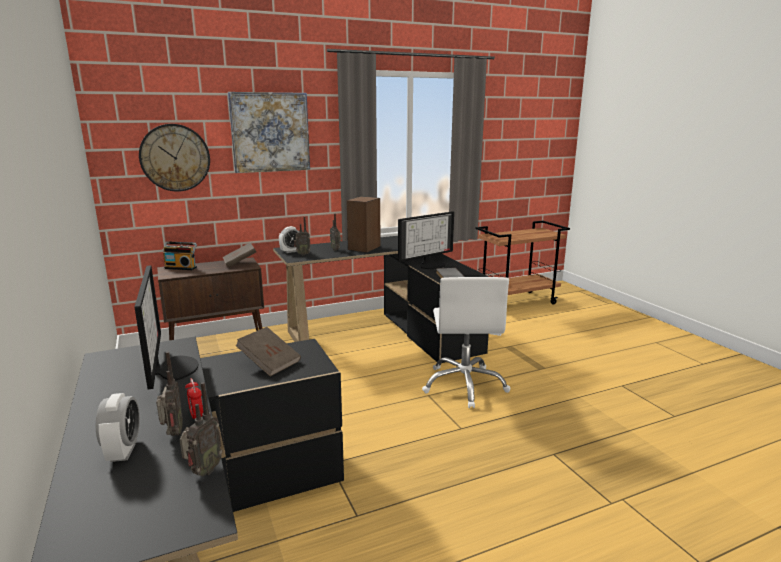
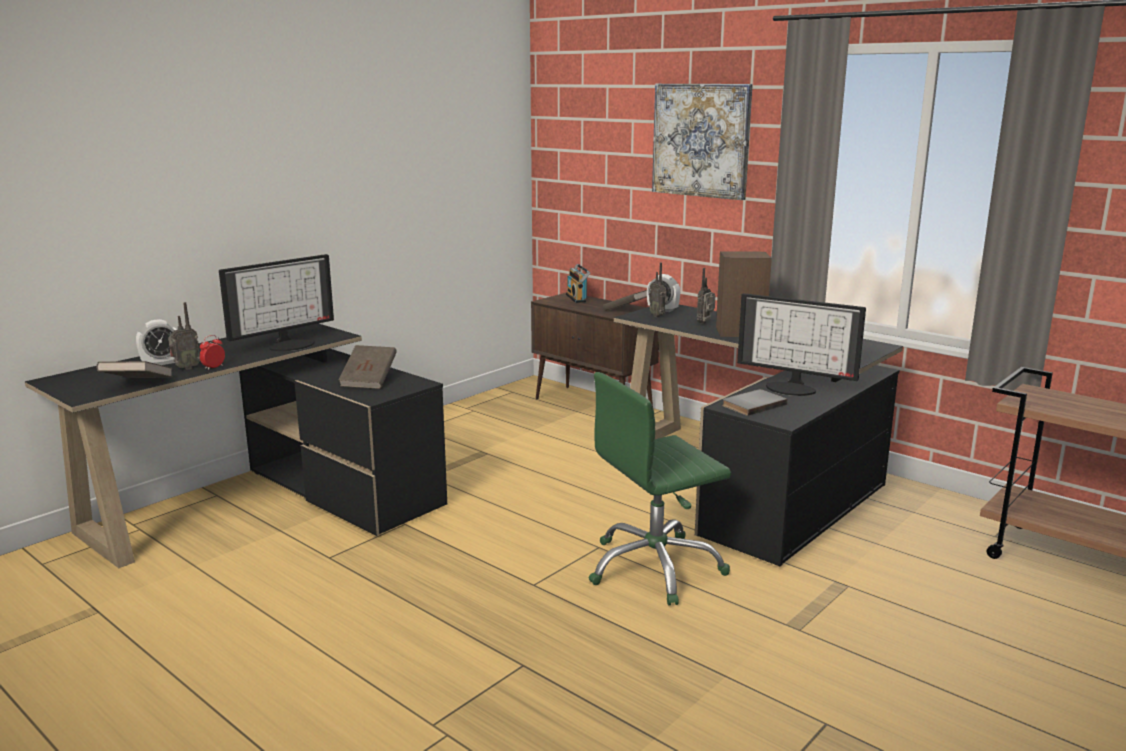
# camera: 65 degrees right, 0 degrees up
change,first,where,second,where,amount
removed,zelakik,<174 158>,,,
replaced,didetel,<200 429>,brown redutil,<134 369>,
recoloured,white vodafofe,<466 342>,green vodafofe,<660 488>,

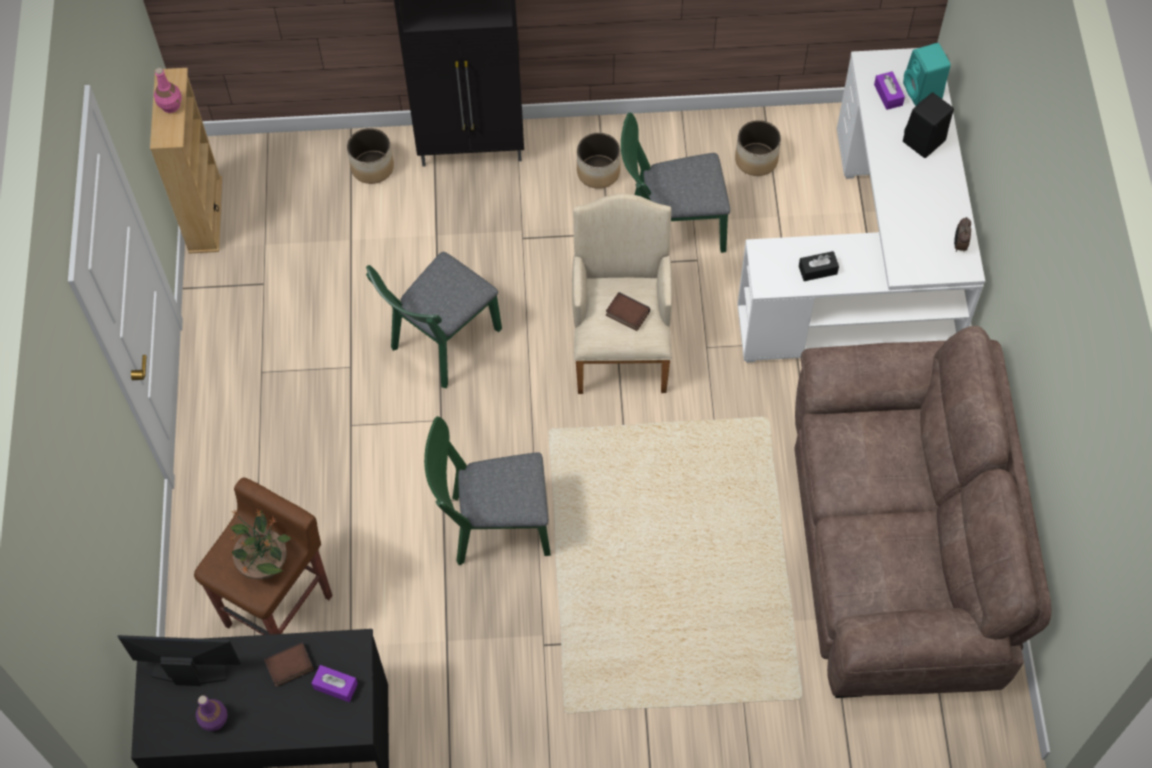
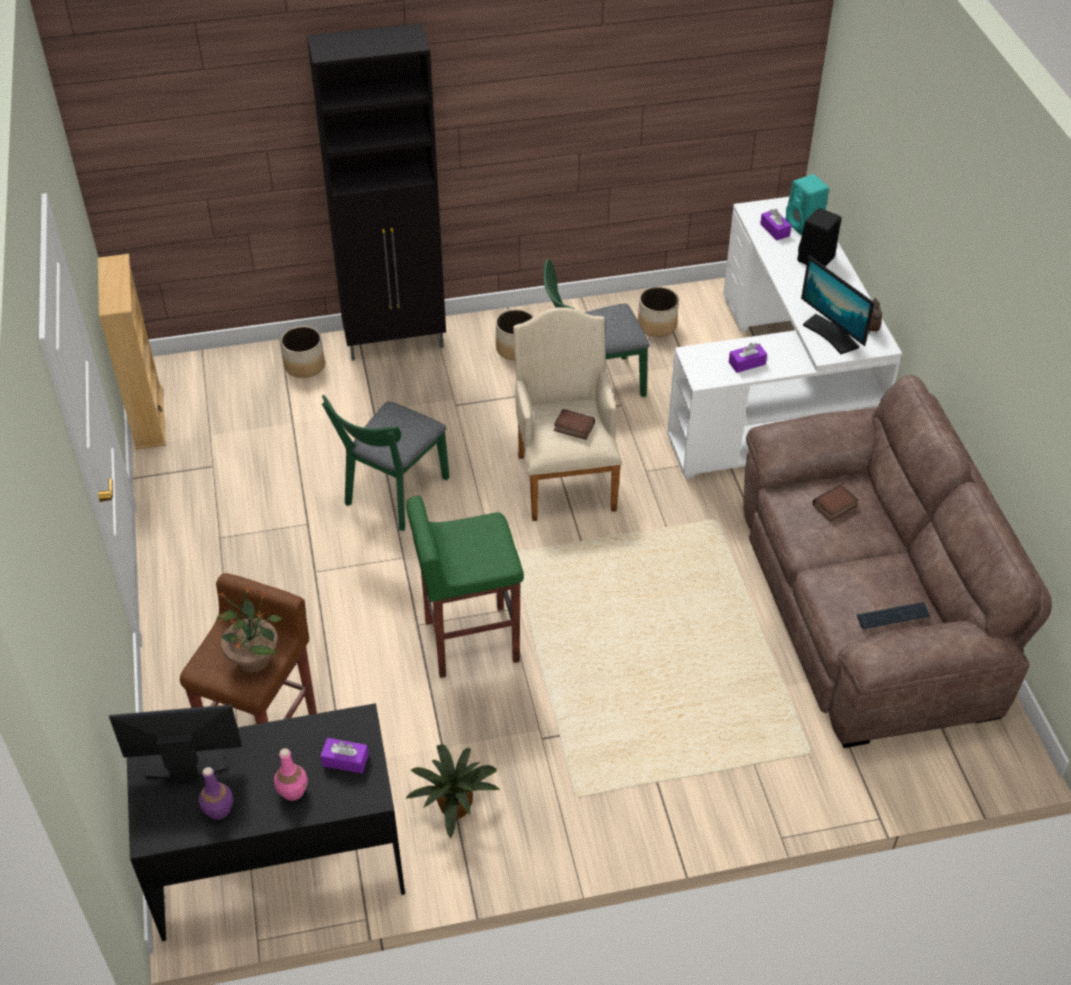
# camera: 10 degrees left, 15 degrees down
change,first,where,second,where,amount
added,,,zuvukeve,<453 791>,
added,,,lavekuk,<837 305>,
added,,,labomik,<893 615>,
moved,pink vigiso,<168 90>,,<291 774>,
moved,redutil,<289 664>,,<836 502>,
replaced,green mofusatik,<487 491>,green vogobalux,<465 587>,
recoloured,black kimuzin,<819 266>,purple kimuzin,<748 358>,

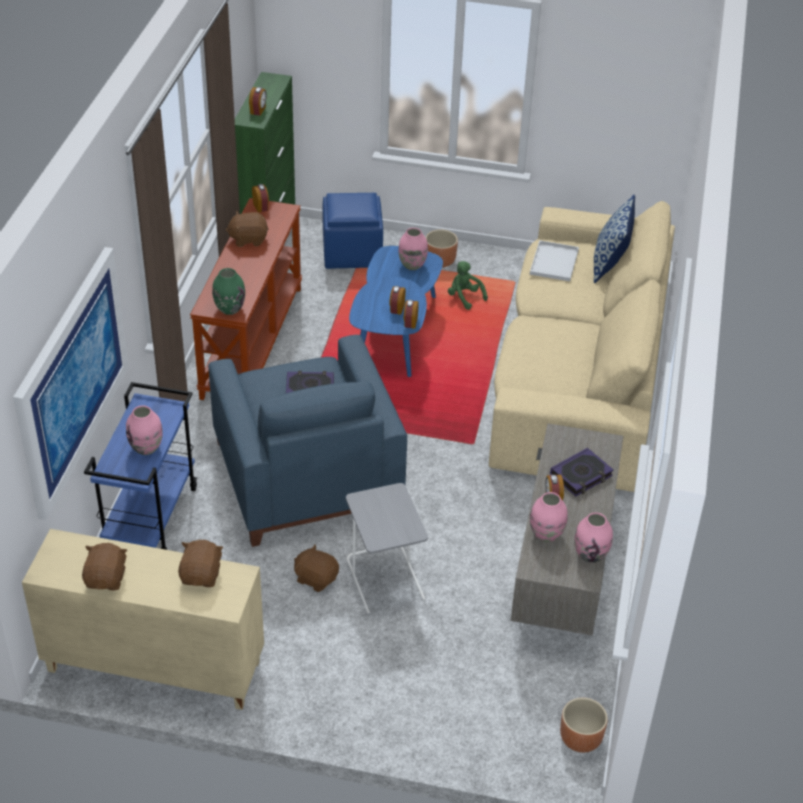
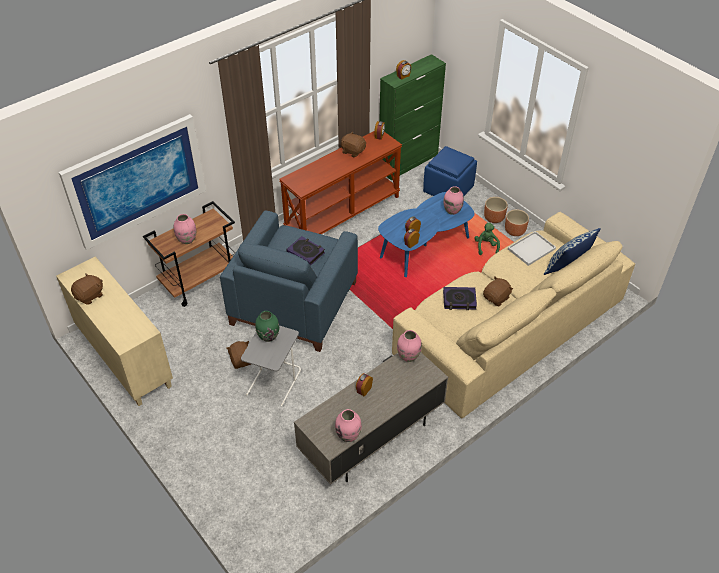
# camera: 40 degrees right, 5 degrees up
change,first,where,second,where,amount
moved,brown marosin,<200 563>,,<498 291>,
moved,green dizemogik,<228 291>,,<267 326>,
moved,pink dizemogik,<549 517>,,<409 346>,
moved,redutil,<582 472>,,<460 298>,
moved,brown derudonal,<584 725>,,<517 222>,
recoloured,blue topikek,<140 466>,brown topikek,<189 254>,

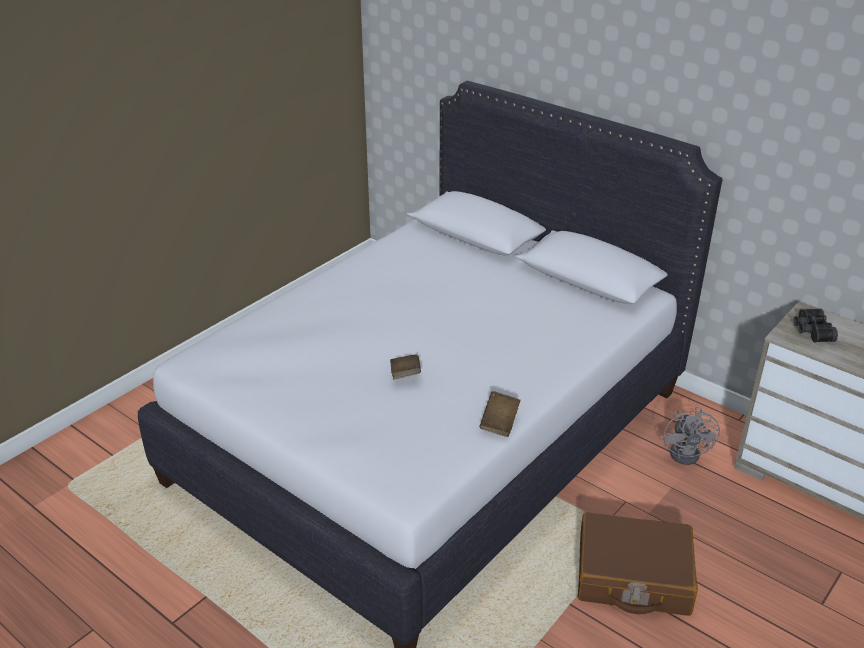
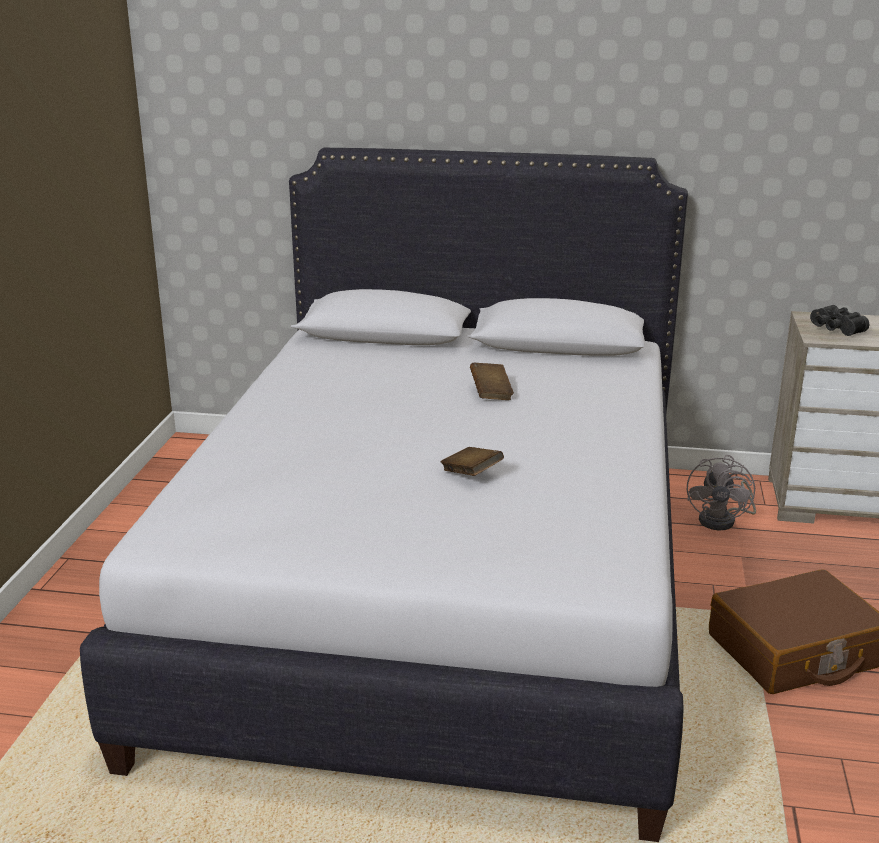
# camera: 30 degrees left, 10 degrees down
change,first,where,second,where,amount
moved,brown redutil,<500 414>,,<492 381>,
turned,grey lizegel,<691 436>,,<721 492>,45 degrees clockwise

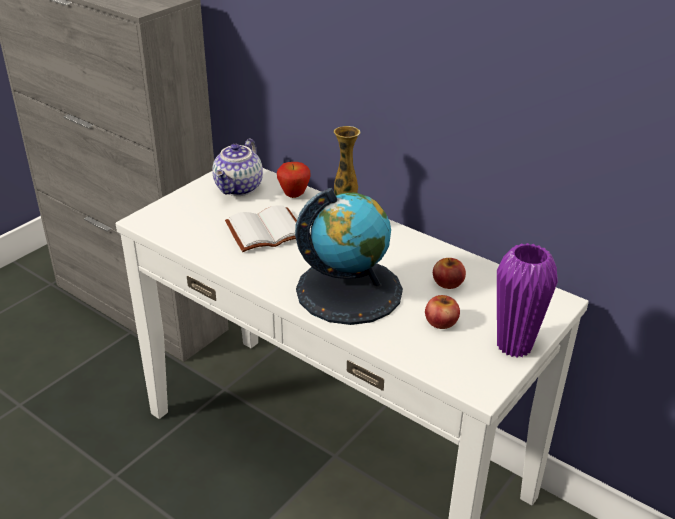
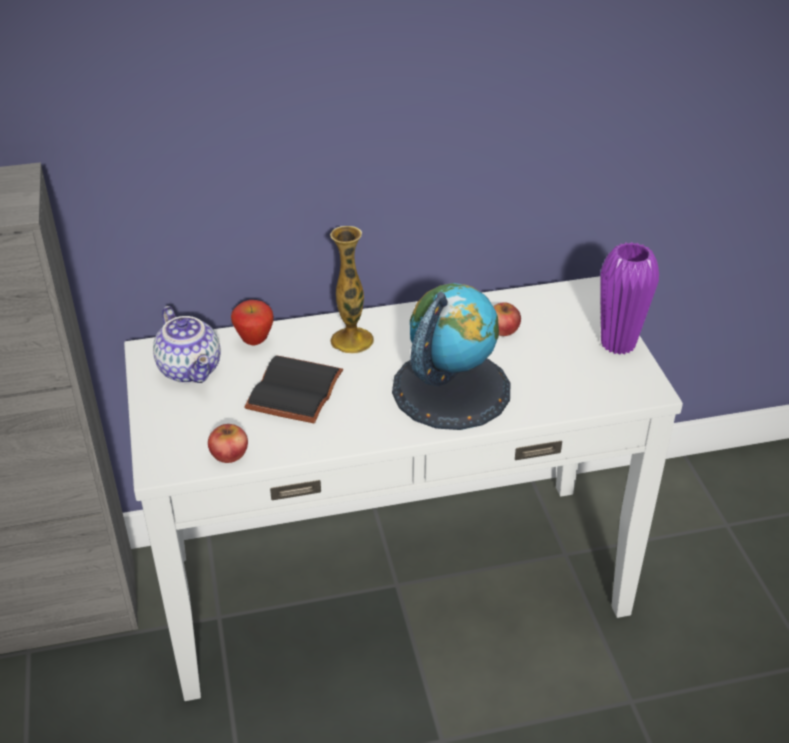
# camera: 50 degrees left, 5 degrees up
change,first,where,second,where,amount
moved,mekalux,<442 312>,,<228 443>,
recoloured,white redutil,<261 228>,black redutil,<293 389>,

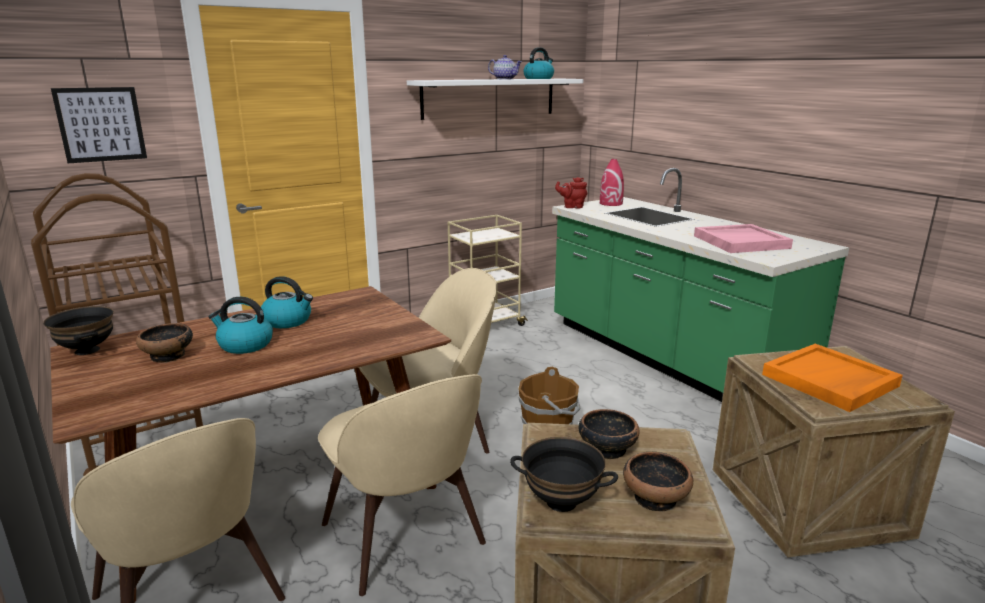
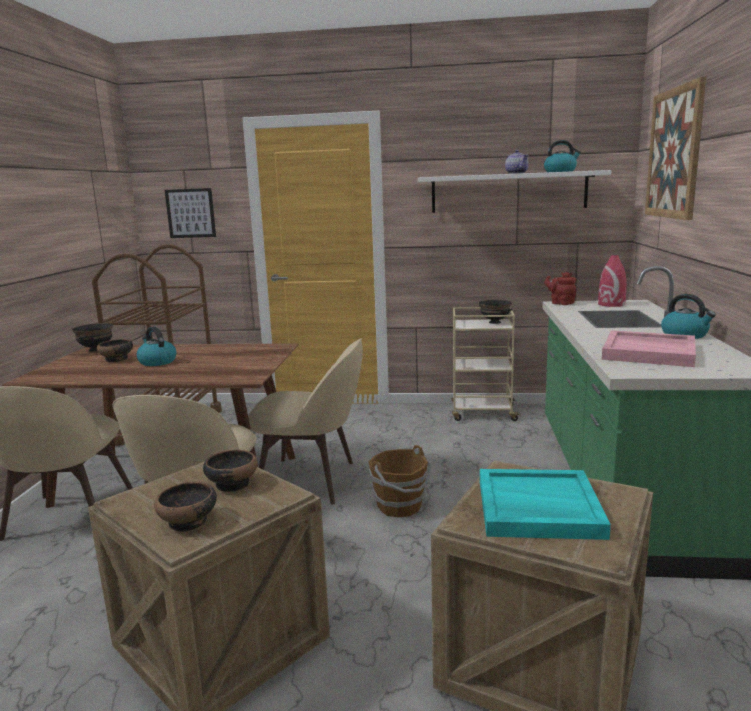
# camera: 40 degrees right, 5 degrees down
change,first,where,second,where,amount
added,,,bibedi,<675 148>,
moved,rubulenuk,<287 302>,,<688 316>,
moved,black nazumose,<564 474>,,<495 312>,
recoloured,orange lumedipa,<832 378>,turquoise lumedipa,<545 504>,

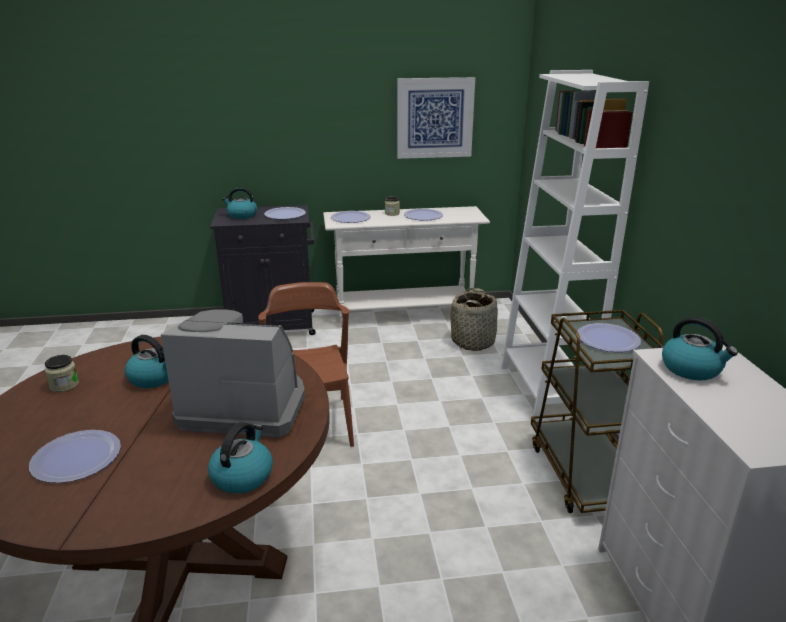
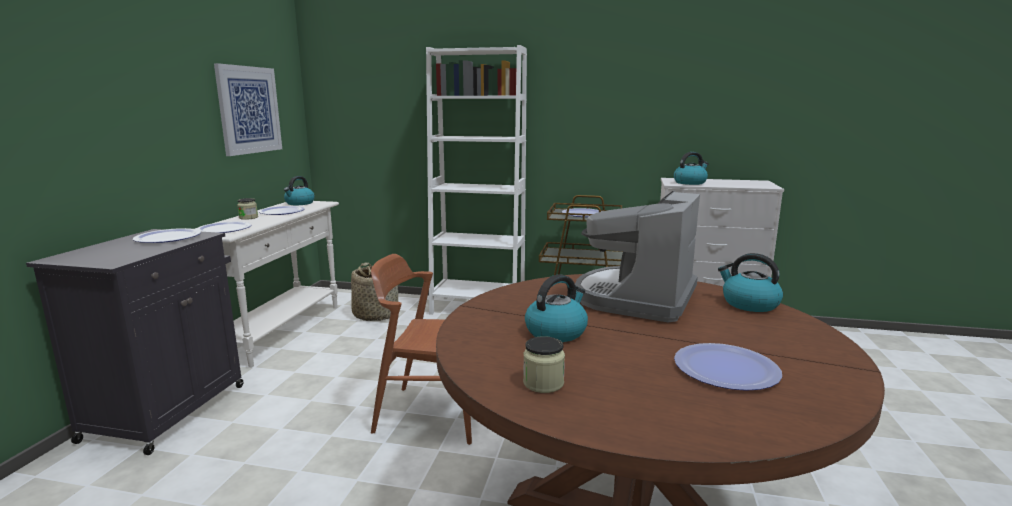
# camera: 70 degrees left, 10 degrees down
change,first,where,second,where,amount
moved,rubulenuk,<239 203>,,<299 190>,

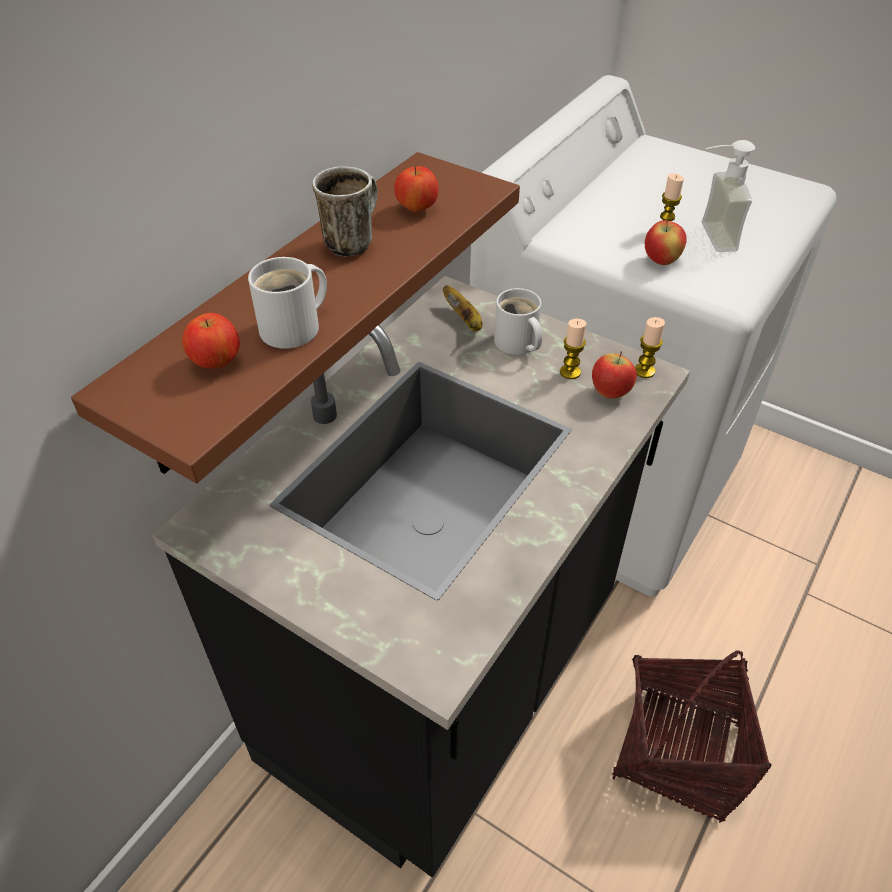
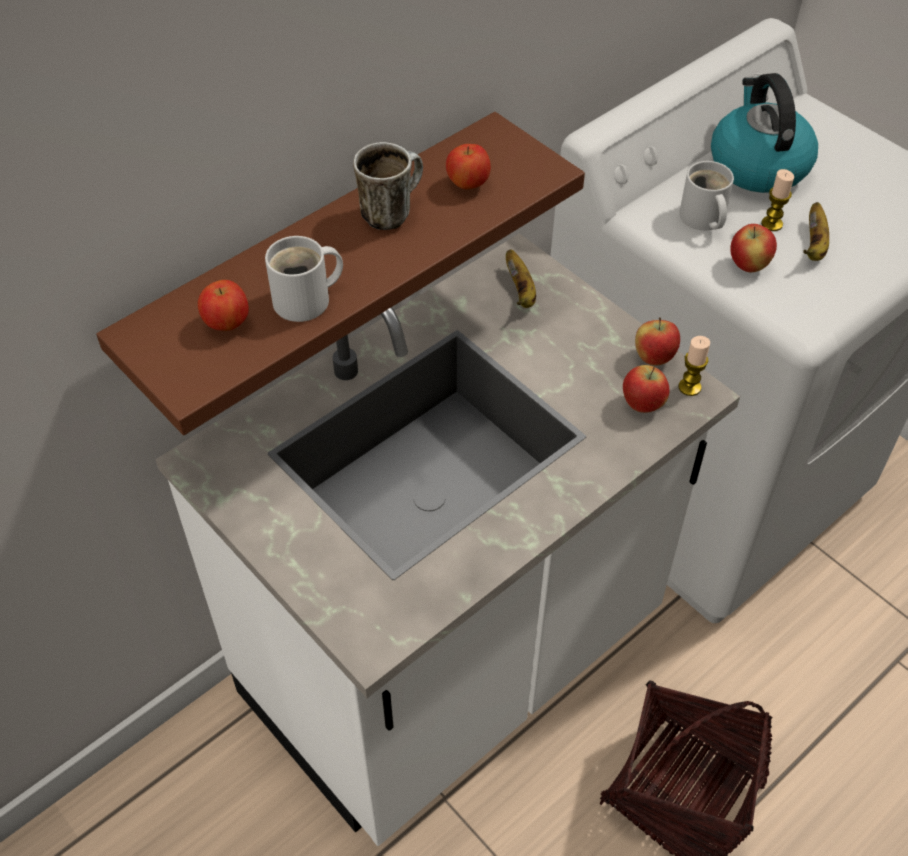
# camera: 15 degrees right, 5 degrees up
change,first,where,second,where,amount
removed,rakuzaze,<573 349>,,,
added,,,mekalux,<657 342>,
added,,,rubulenuk,<764 133>,
moved,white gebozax,<518 321>,,<706 195>,
replaced,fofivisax,<728 196>,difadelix,<816 231>,
recoloured,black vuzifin,<421 576>,white vuzifin,<447 539>,

